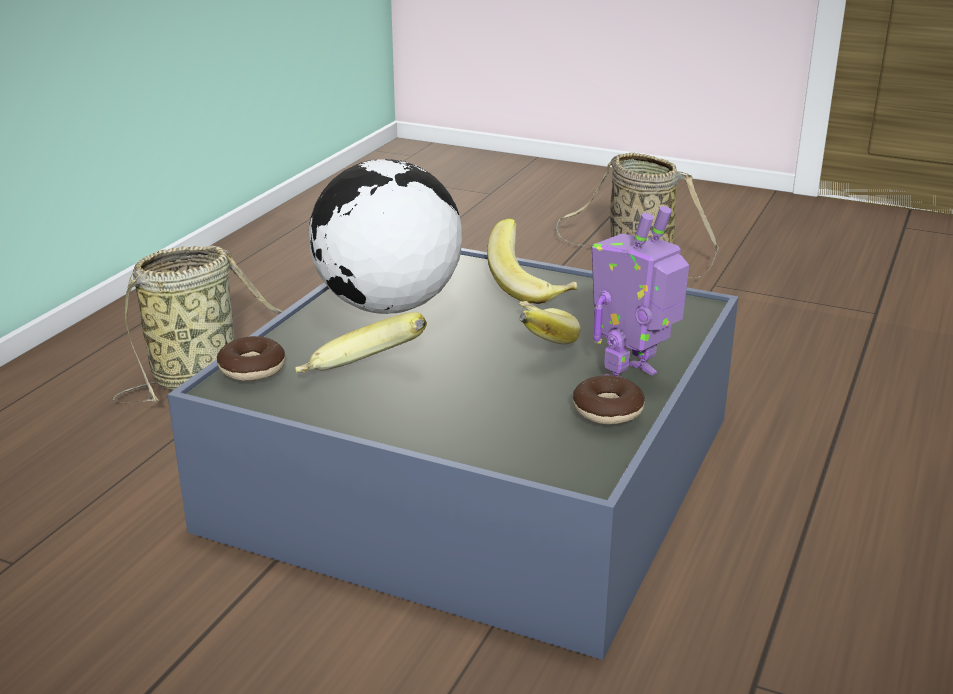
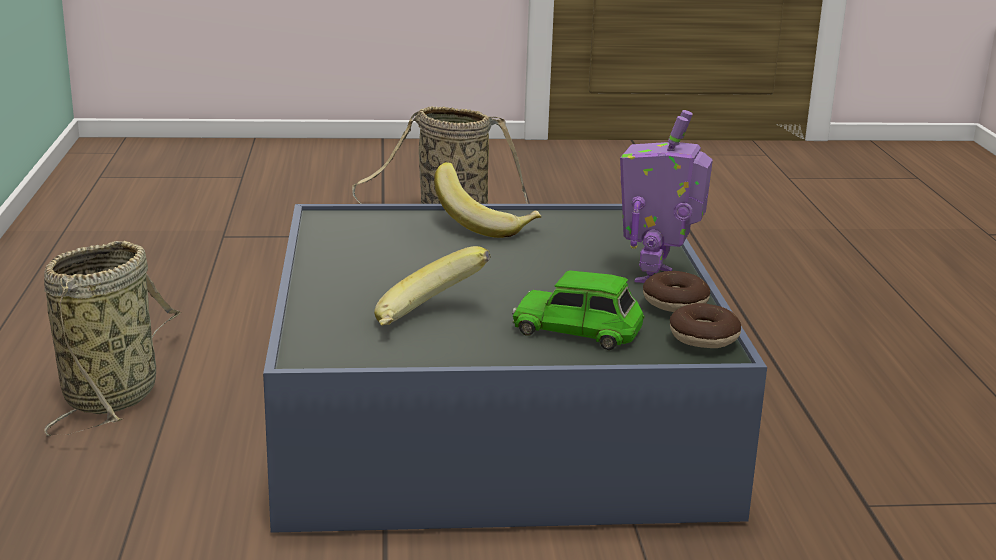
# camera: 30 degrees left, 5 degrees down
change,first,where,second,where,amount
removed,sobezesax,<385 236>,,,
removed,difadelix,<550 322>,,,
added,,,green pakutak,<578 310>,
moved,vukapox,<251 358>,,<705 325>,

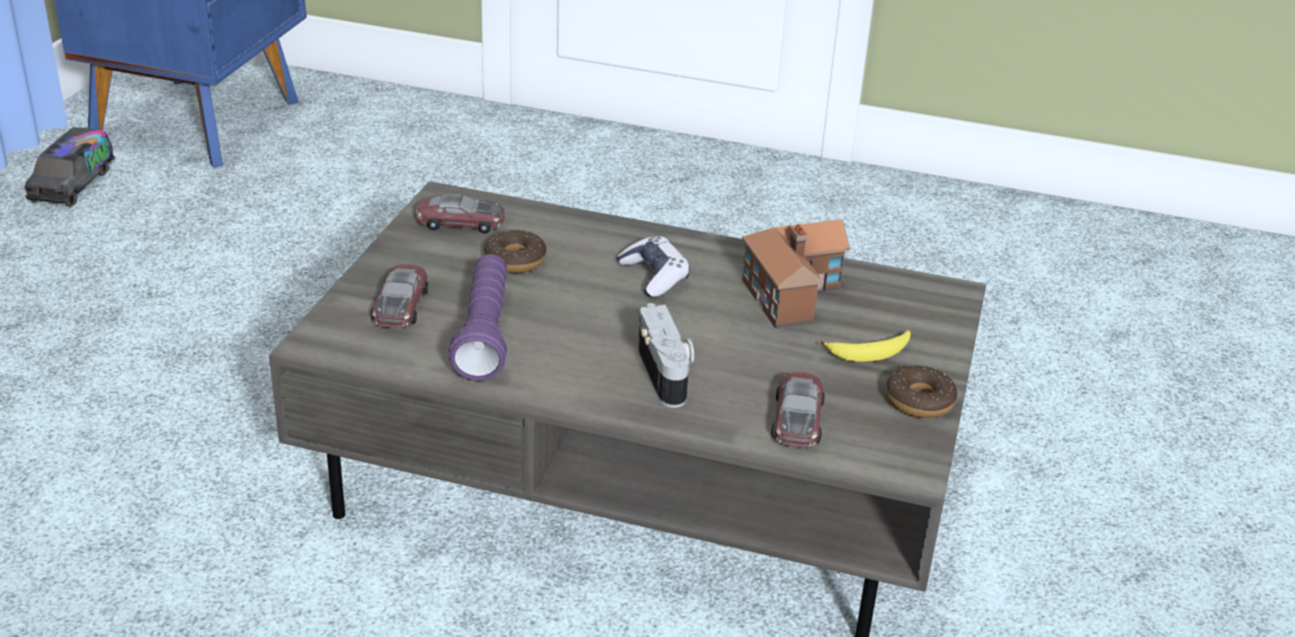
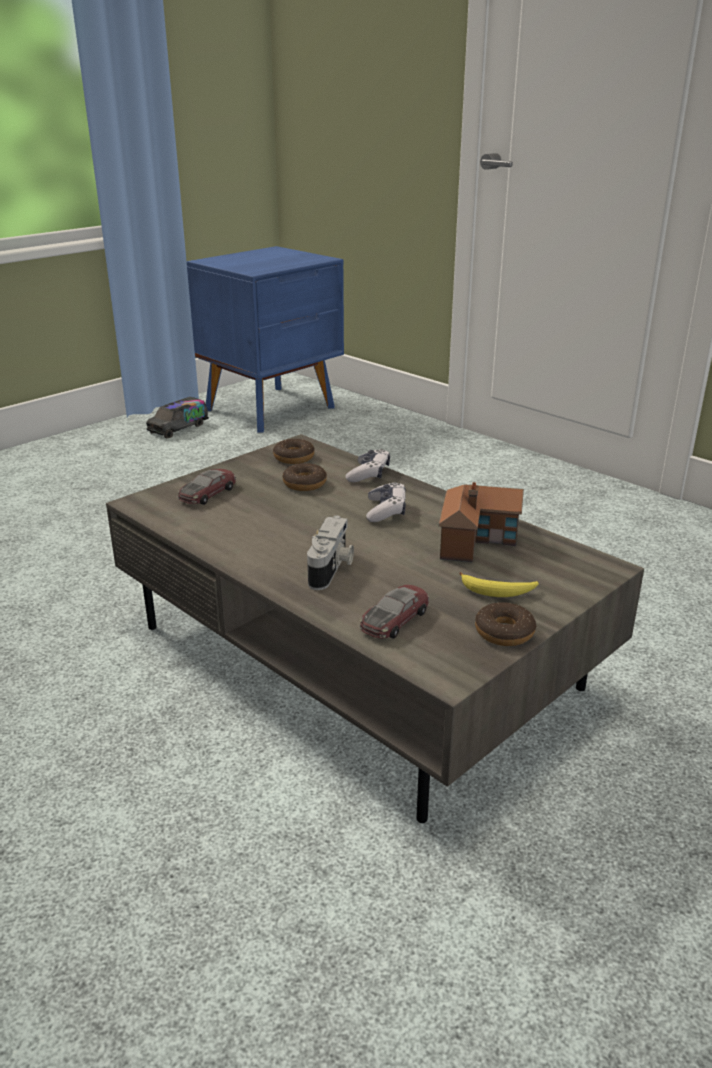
# camera: 30 degrees right, 5 degrees down
change,first,where,second,where,amount
removed,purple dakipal,<477 317>,,,
added,,,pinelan,<368 465>,
replaced,pakutak,<460 213>,vukapox,<294 451>,

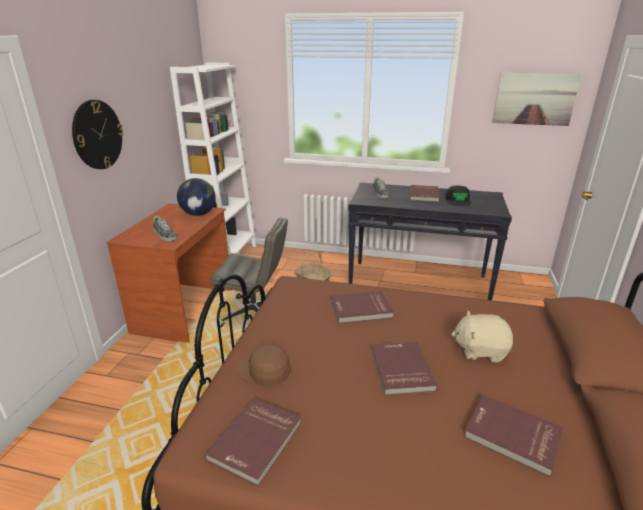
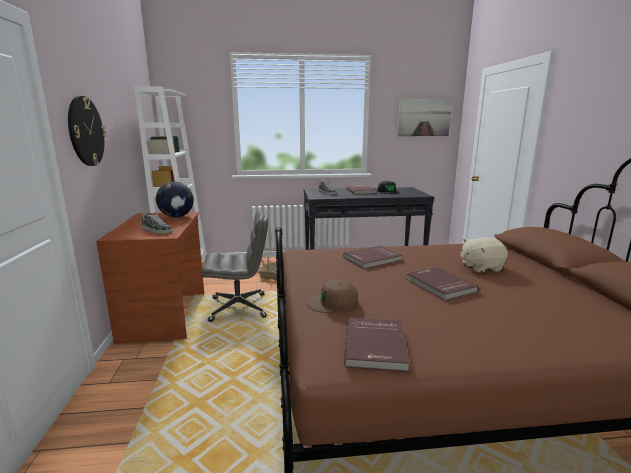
# camera: 20 degrees left, 10 degrees down
change,first,where,second,where,amount
removed,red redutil,<513 436>,,,

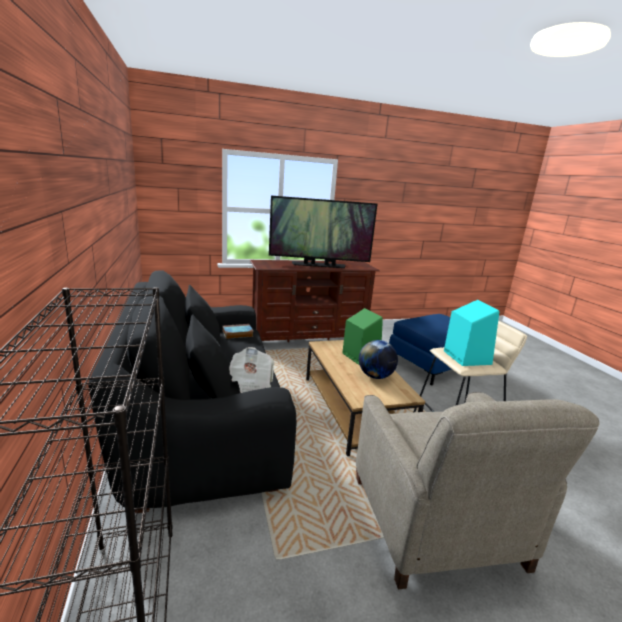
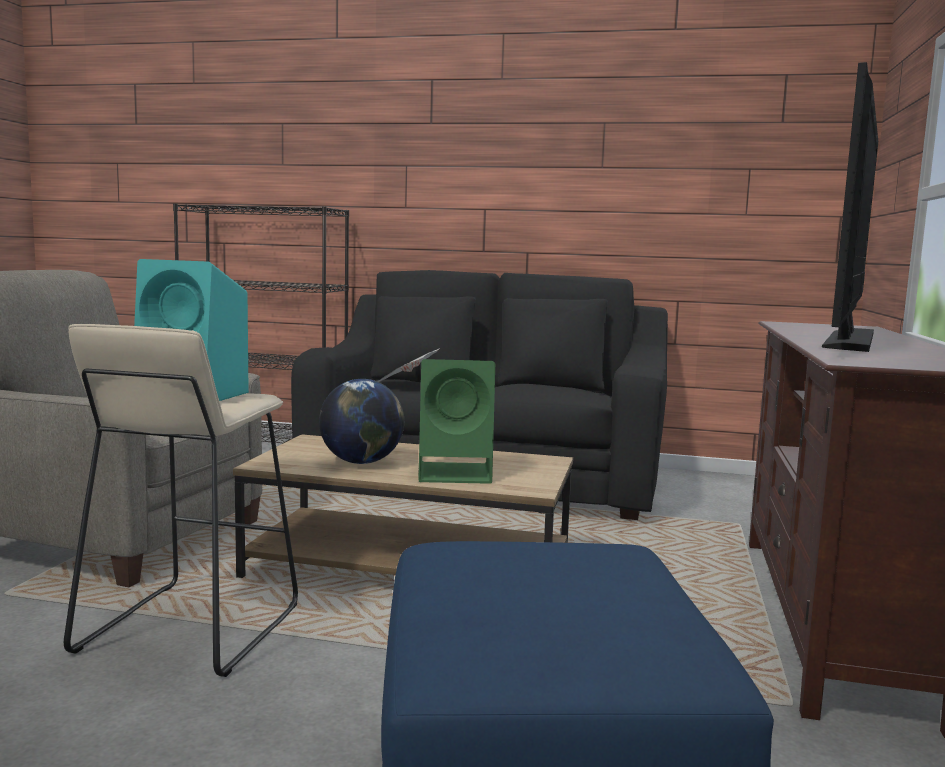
# camera: 120 degrees right, 10 degrees down
change,first,where,second,where,amount
removed,redutil,<237 331>,,,

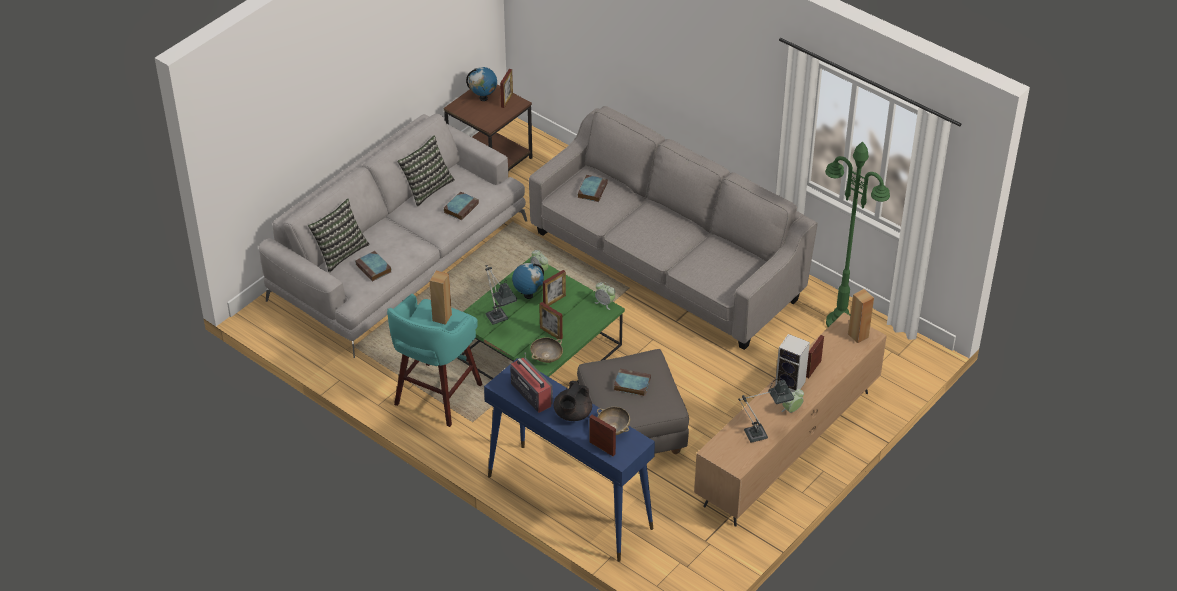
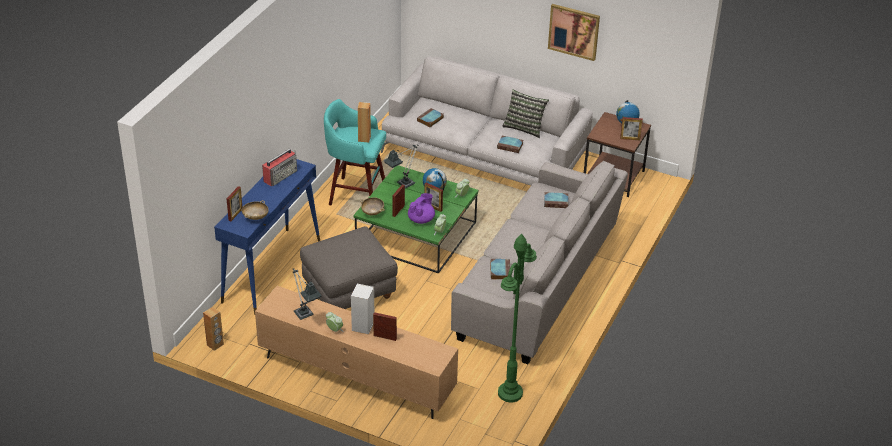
# camera: 75 degrees right, 5 degrees down
change,first,where,second,where,amount
removed,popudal,<339 235>,,,
removed,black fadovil,<573 401>,,,
added,,,purple fadovil,<421 208>,
added,,,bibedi,<574 32>,
moved,redutil,<632 382>,,<500 269>,
moved,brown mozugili,<861 316>,,<213 329>,

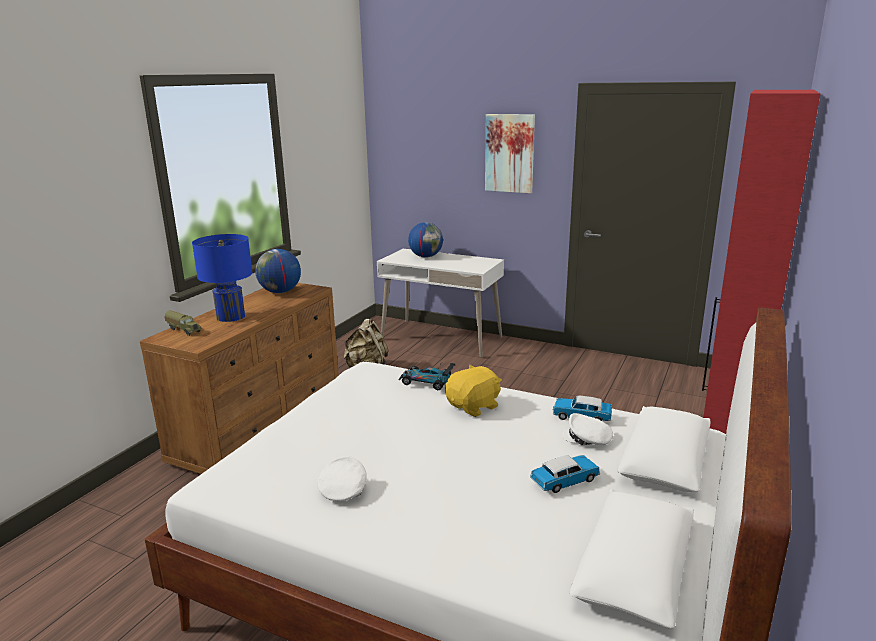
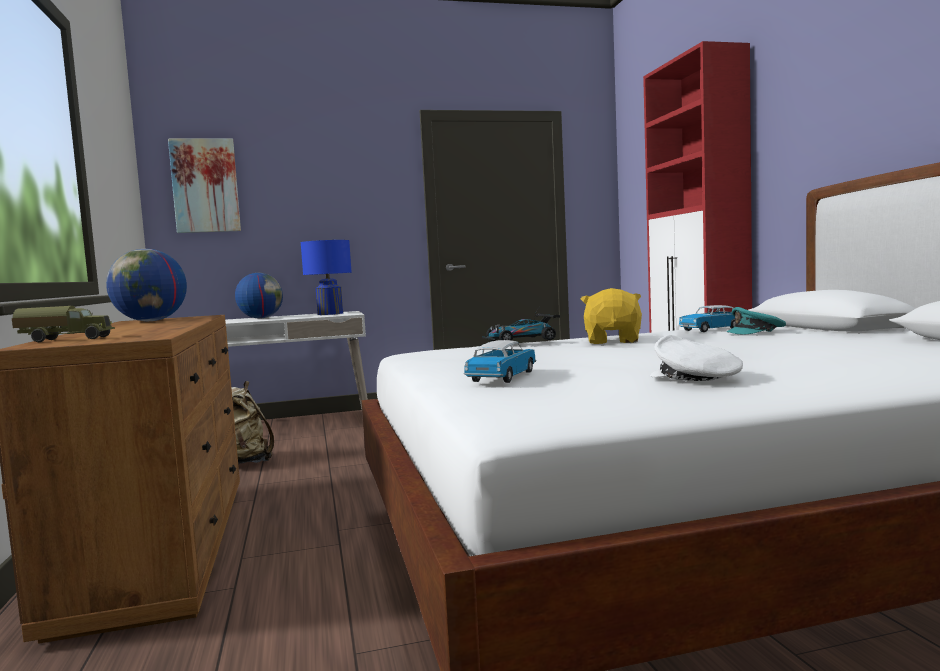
# camera: 40 degrees left, 15 degrees down
change,first,where,second,where,amount
moved,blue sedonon,<222 278>,,<326 277>,
moved,bibedi,<510 153>,,<204 185>,
moved,pakutak,<565 474>,,<500 361>,
recoloured,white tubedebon,<587 429>,turquoise tubedebon,<756 320>,

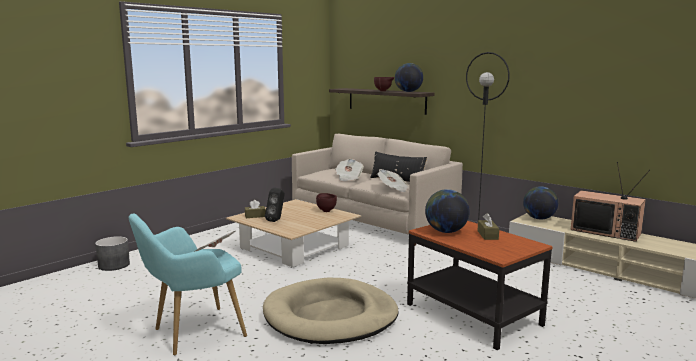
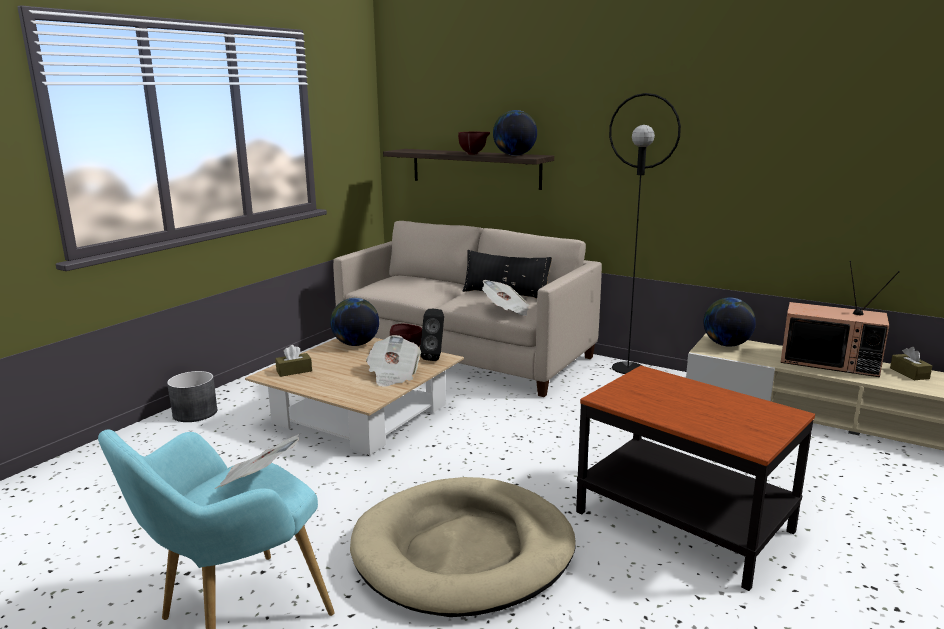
# camera: 10 degrees left, 5 degrees up
change,first,where,second,where,amount
moved,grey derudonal,<112 253>,,<192 396>,
moved,black mozugili,<275 205>,,<432 335>,
moved,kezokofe,<349 170>,,<393 361>,
moved,sobezesax,<447 211>,,<354 322>,
moved,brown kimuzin,<488 226>,,<911 363>,

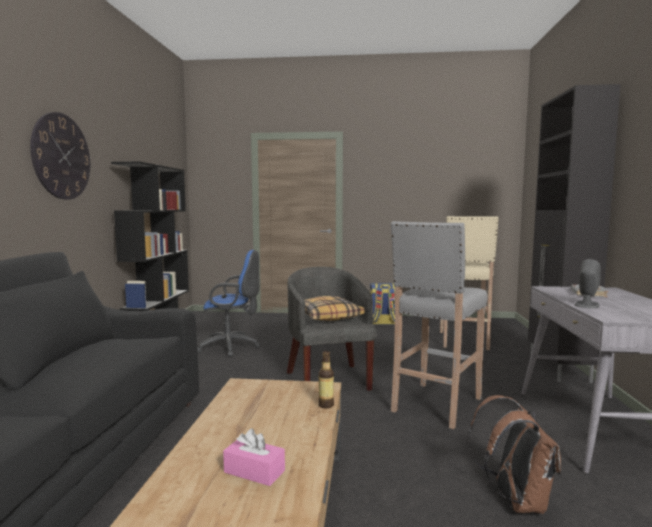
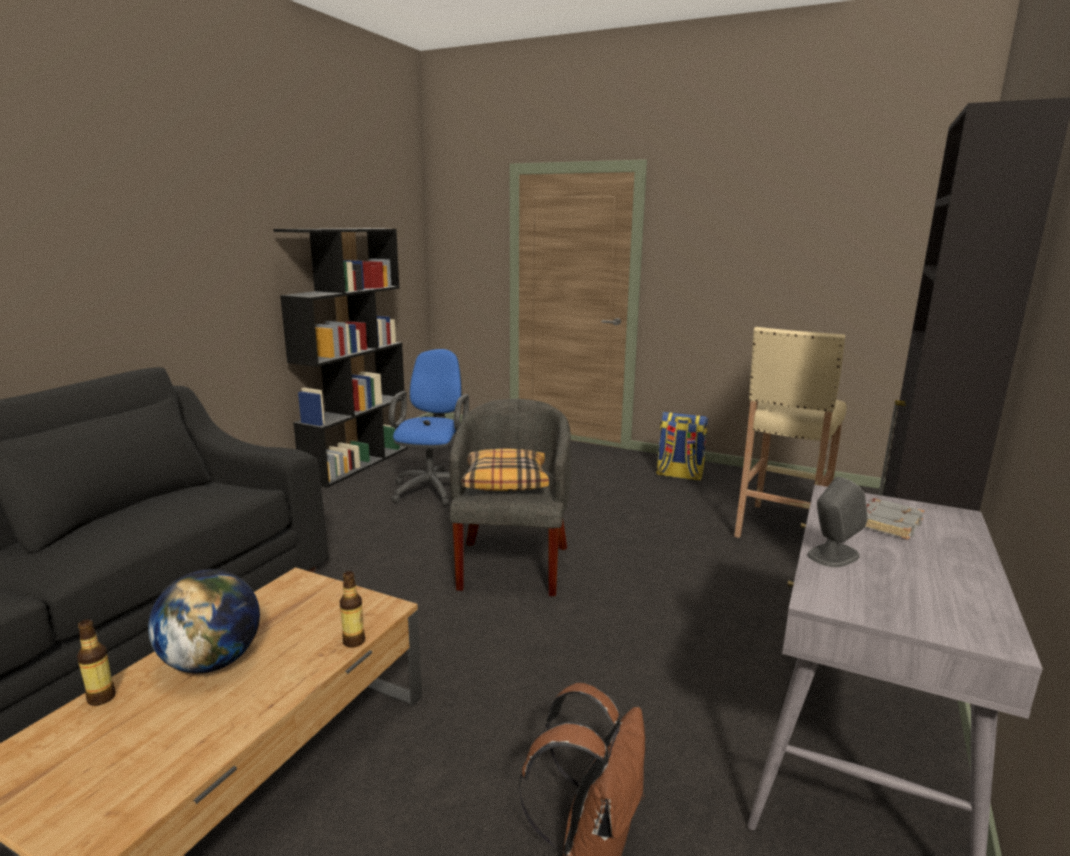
# camera: 20 degrees right, 10 degrees up
change,first,where,second,where,amount
removed,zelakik,<60 156>,,,
removed,pink kimuzin,<254 457>,,,
removed,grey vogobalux,<439 325>,,,
added,,,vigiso,<96 662>,
added,,,sobezesax,<204 621>,
turned,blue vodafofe,<229 303>,,<429 428>,105 degrees counterclockwise

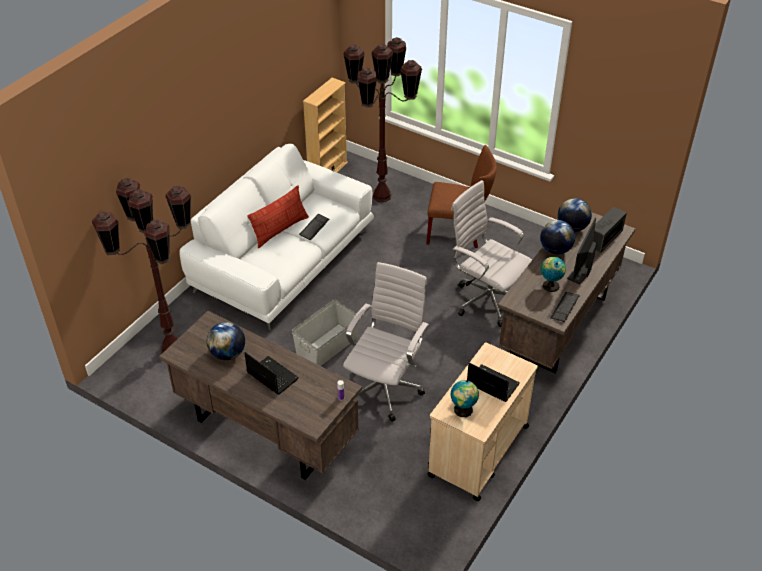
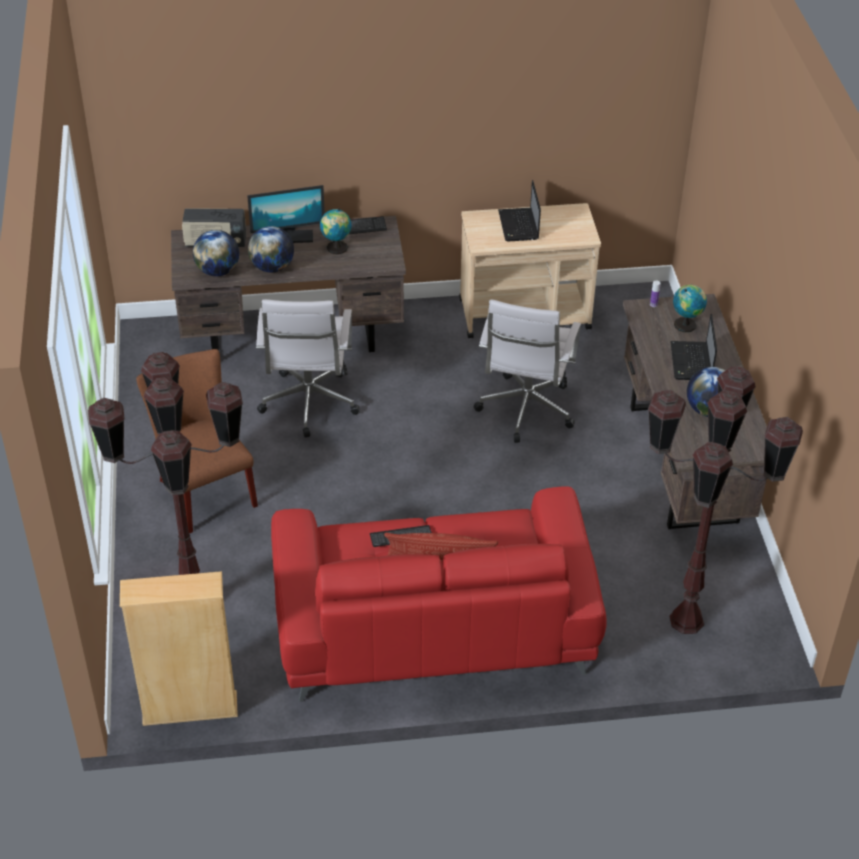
# camera: 130 degrees left, 0 degrees up
change,first,where,second,where,amount
removed,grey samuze,<326 332>,,,
moved,sobezesax,<465 398>,,<690 308>,
recoloured,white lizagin,<276 237>,red lizagin,<439 594>,
turned,white vodafofe,<386 342>,,<527 371>,60 degrees counterclockwise

